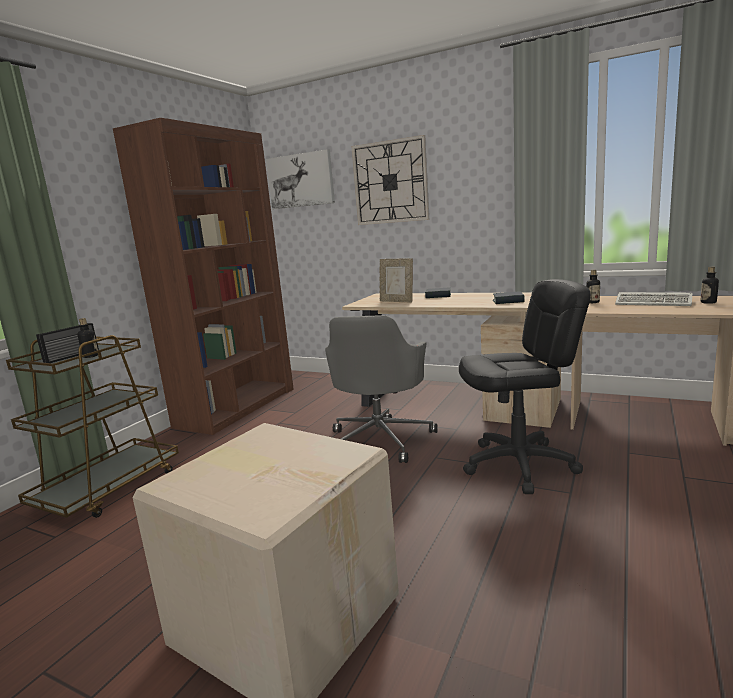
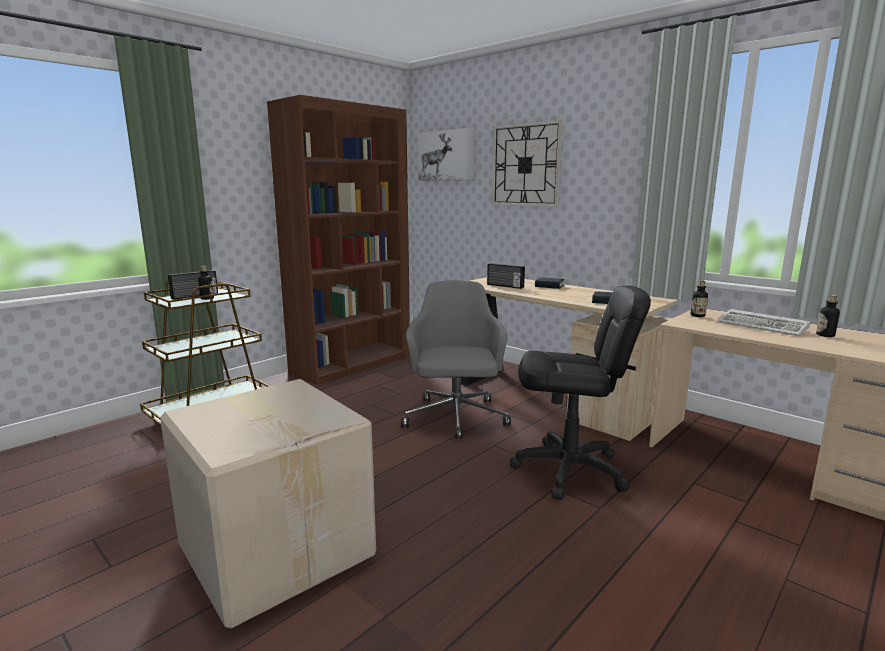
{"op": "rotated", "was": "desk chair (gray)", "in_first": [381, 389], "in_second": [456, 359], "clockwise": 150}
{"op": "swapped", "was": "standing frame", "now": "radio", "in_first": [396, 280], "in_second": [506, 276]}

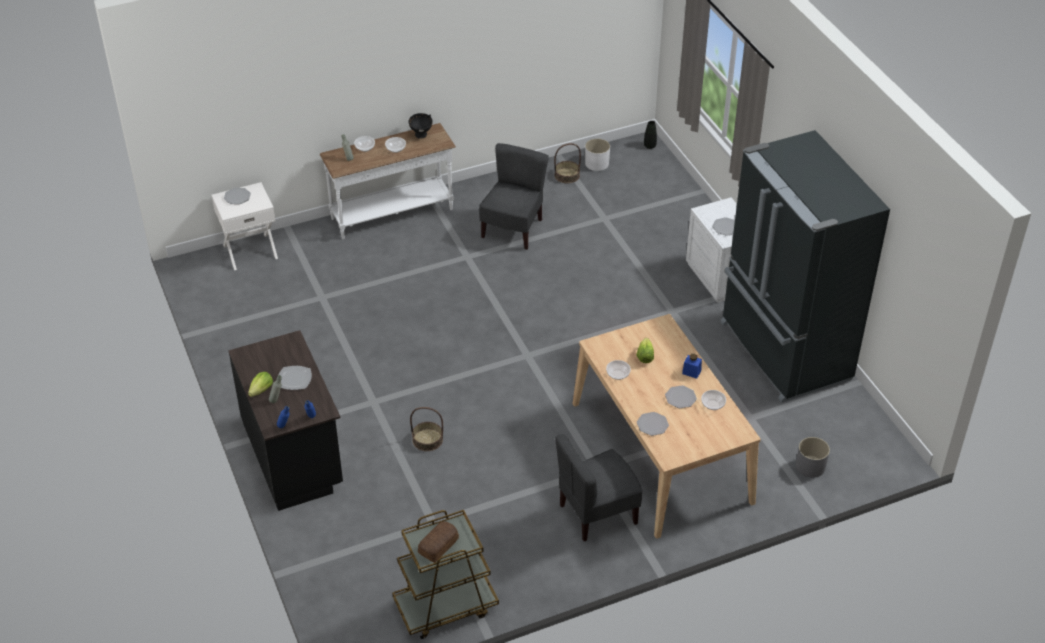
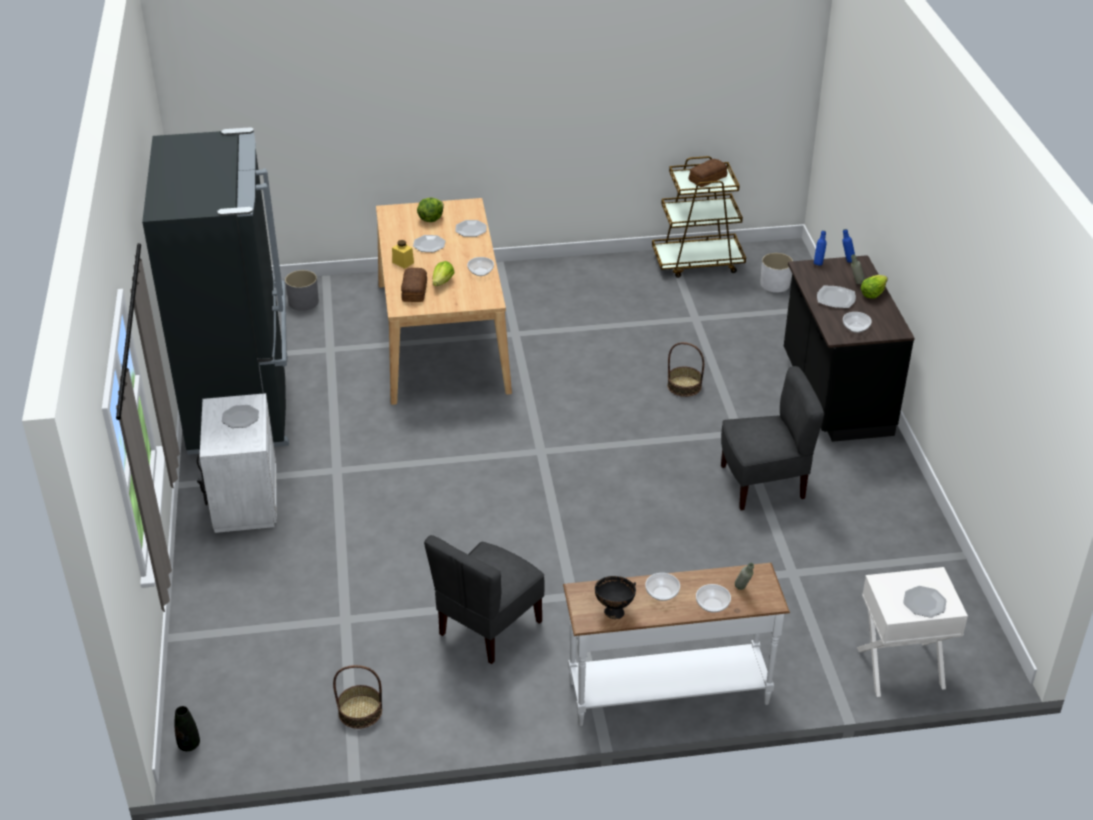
{"op": "shifted", "was": "chair (gray)", "in_first": [598, 487], "in_second": [772, 438]}
{"op": "shifted", "was": "plant pot (whitish)", "in_first": [597, 155], "in_second": [776, 273]}
{"op": "repainted", "was": "preserve jar (bluish)", "now": "preserve jar (yellow-coloured)", "in_first": [692, 366], "in_second": [403, 254]}
{"op": "shifted", "was": "bowl", "in_first": [713, 400], "in_second": [857, 322]}
{"op": "new", "now": "bread", "in_second": [414, 285]}
{"op": "new", "now": "lettuce", "in_second": [430, 209]}

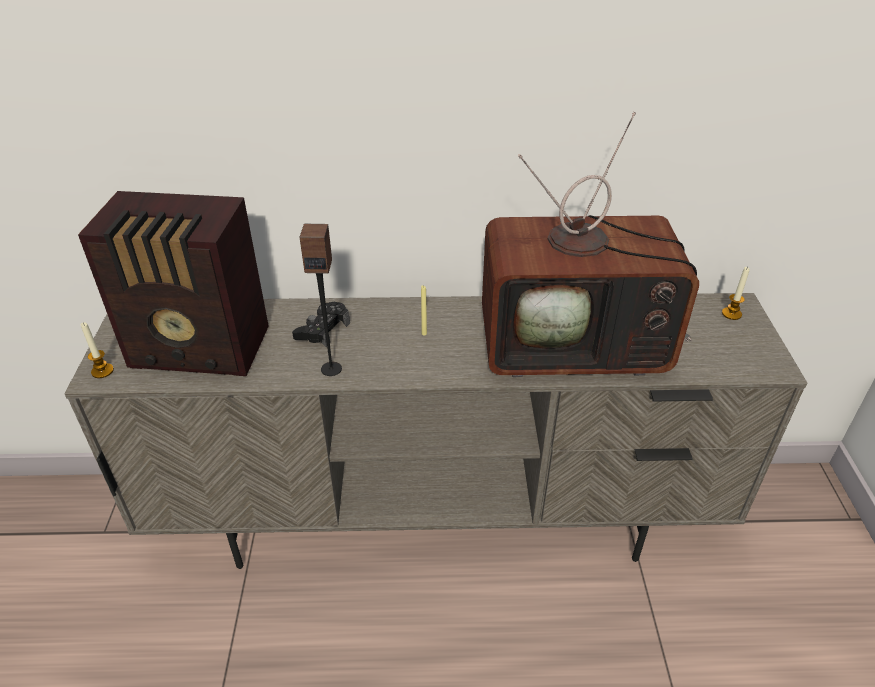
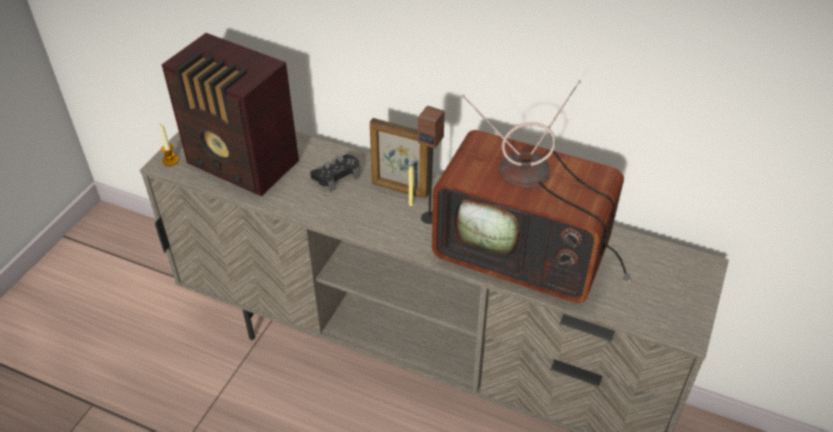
{"op": "shifted", "was": "audio speaker", "in_first": [321, 300], "in_second": [431, 164]}
{"op": "gone", "was": "wax light", "in_first": [736, 293]}
{"op": "new", "now": "standing frame", "in_second": [399, 158]}

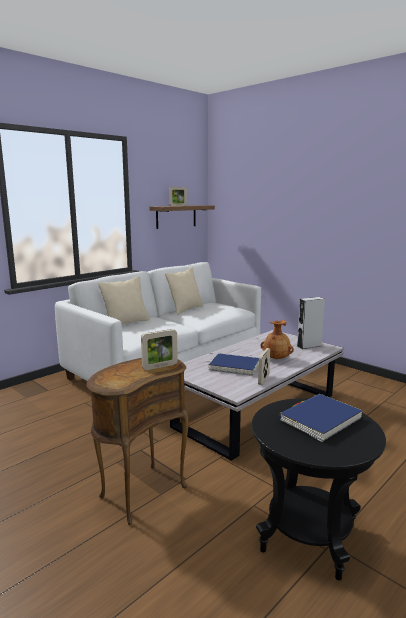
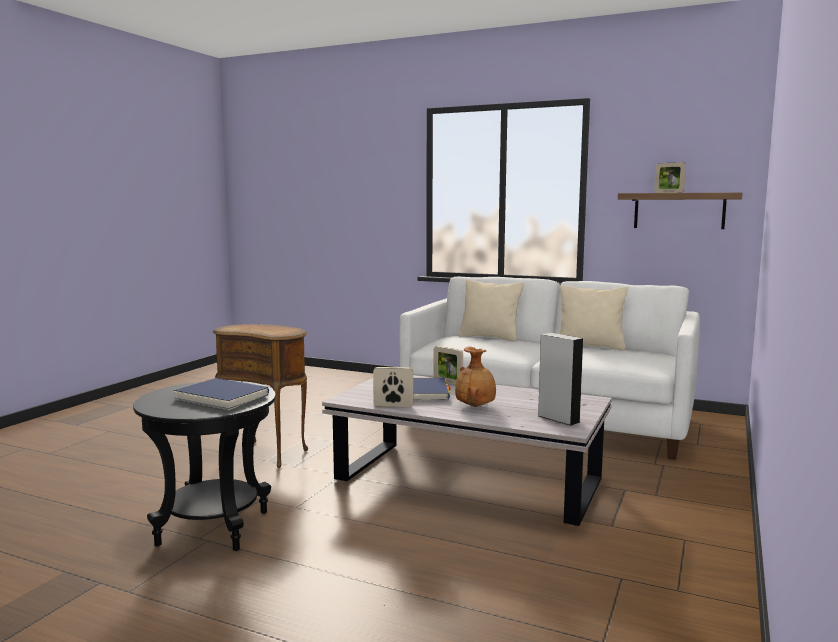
{"op": "shifted", "was": "standing frame", "in_first": [159, 349], "in_second": [448, 365]}

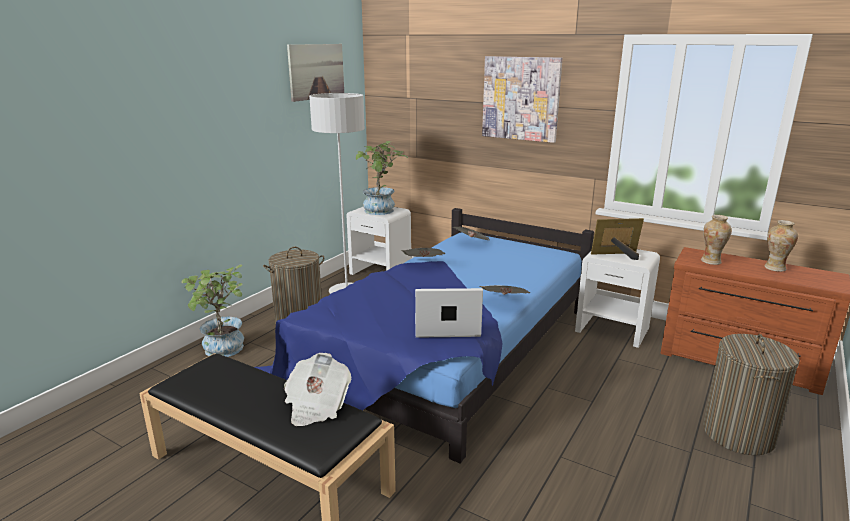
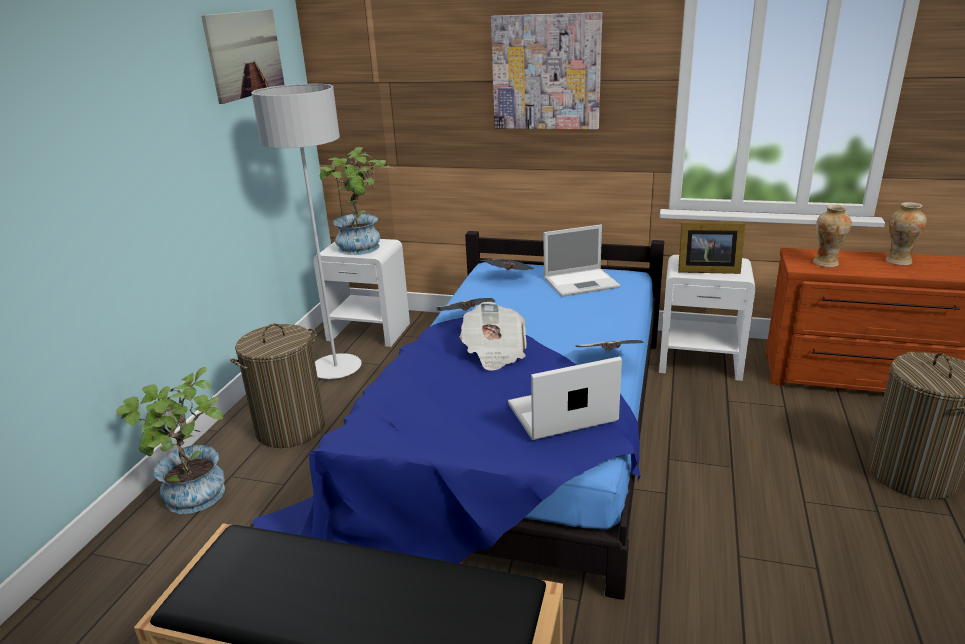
{"op": "shifted", "was": "printed paper", "in_first": [318, 389], "in_second": [493, 336]}
{"op": "rotated", "was": "standing frame", "in_first": [617, 239], "in_second": [711, 248], "clockwise": -150}
{"op": "new", "now": "portable computer", "in_second": [582, 260]}

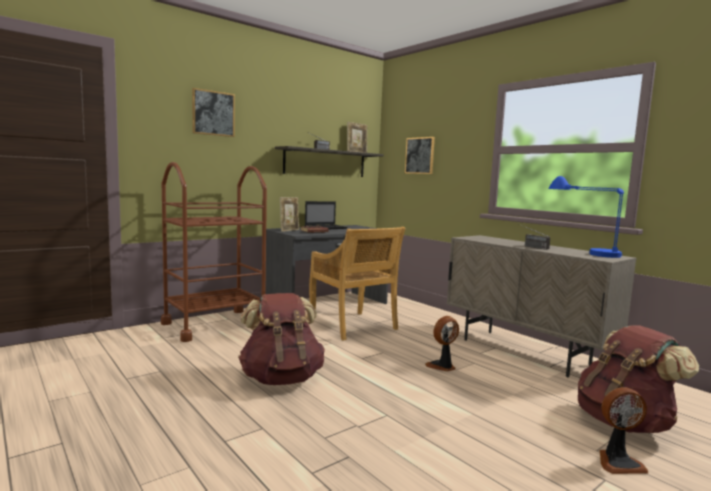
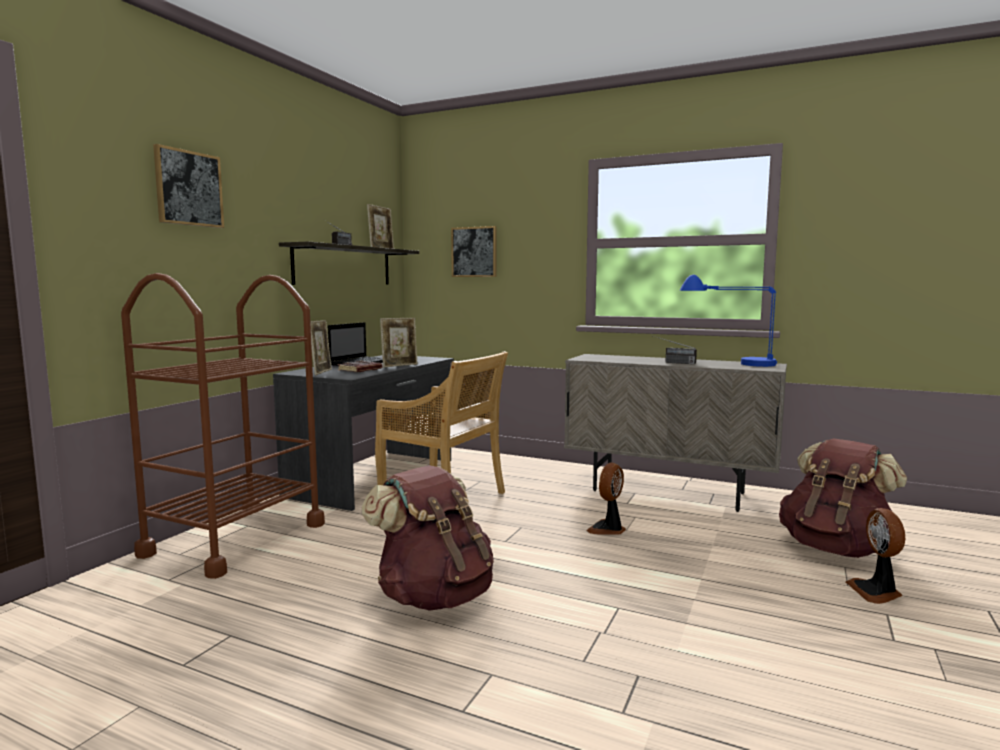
{"op": "rotated", "was": "fan", "in_first": [623, 430], "in_second": [875, 556], "clockwise": 120}
{"op": "new", "now": "standing frame", "in_second": [398, 342]}

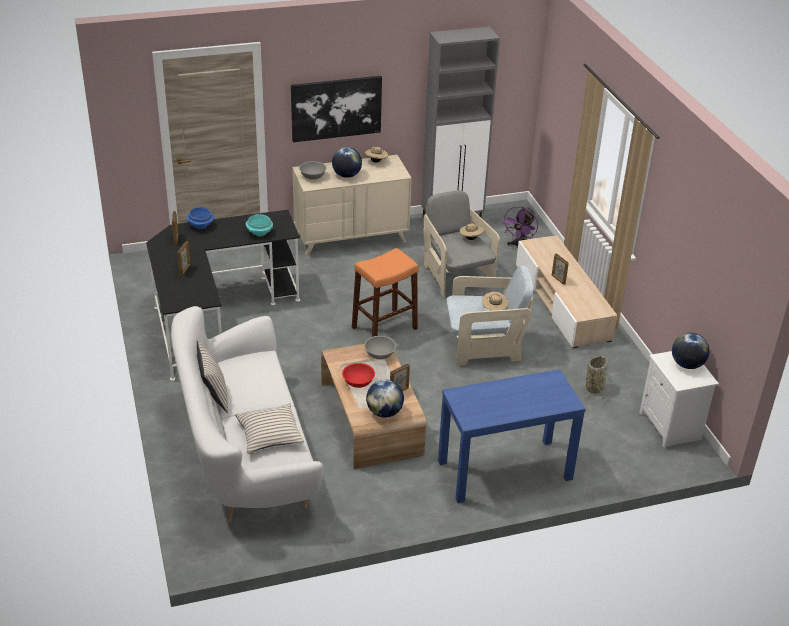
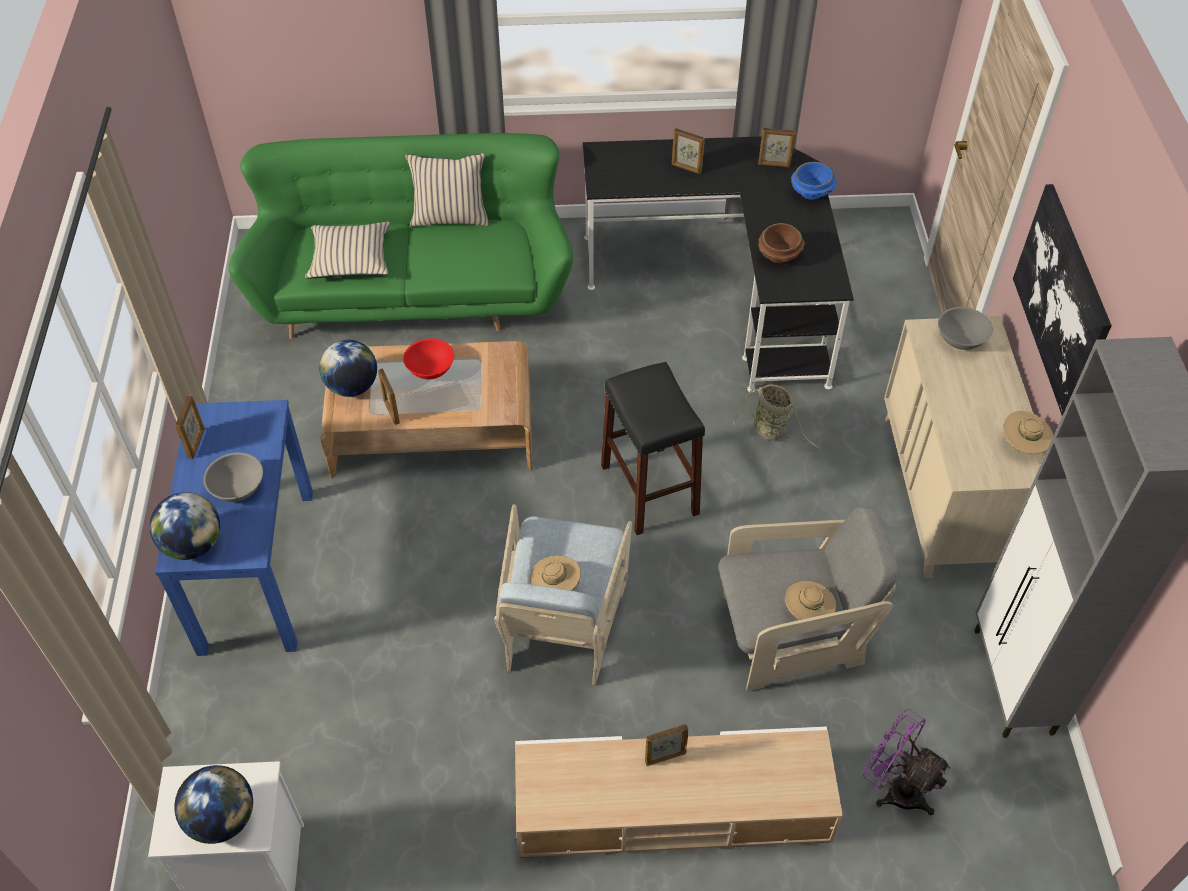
{"op": "repainted", "was": "settee (whitish)", "now": "settee (green)", "in_first": [247, 414], "in_second": [401, 236]}
{"op": "repainted", "was": "bowl (turquoise-coloured)", "now": "bowl (brown-coloured)", "in_first": [259, 225], "in_second": [781, 243]}
{"op": "shifted", "was": "globe", "in_first": [347, 162], "in_second": [184, 526]}
{"op": "repainted", "was": "stool seat (orangey)", "now": "stool seat (black)", "in_first": [385, 292], "in_second": [653, 448]}
{"op": "shifted", "was": "bowl (gray)", "in_first": [380, 347], "in_second": [233, 477]}
{"op": "shifted", "was": "basket", "in_first": [597, 378], "in_second": [776, 416]}
{"op": "new", "now": "standing frame", "in_second": [190, 427]}

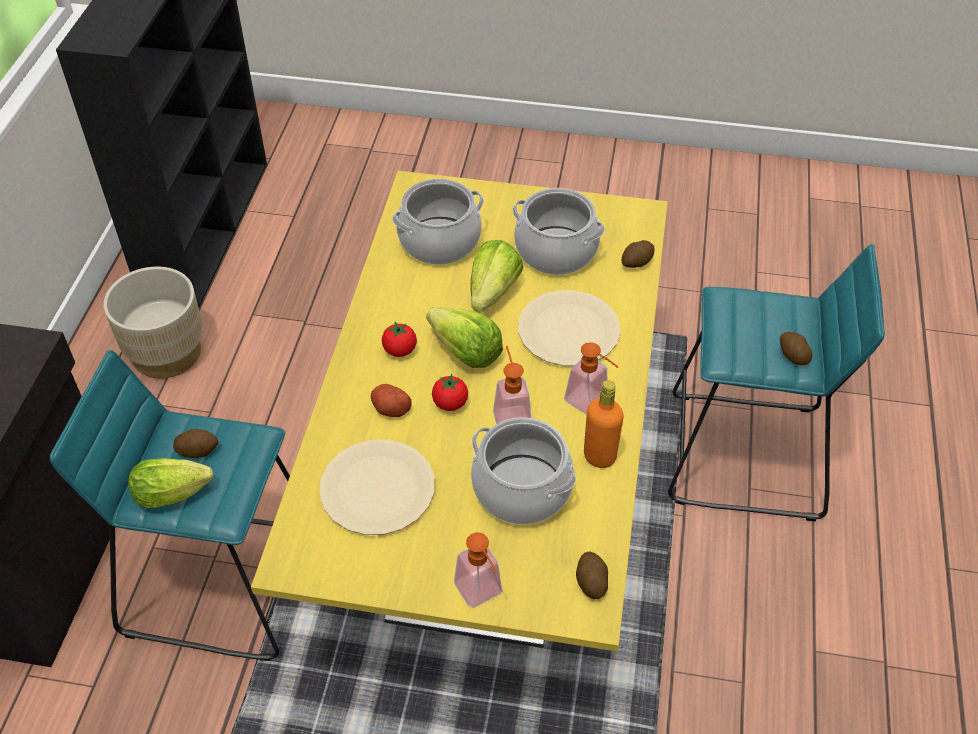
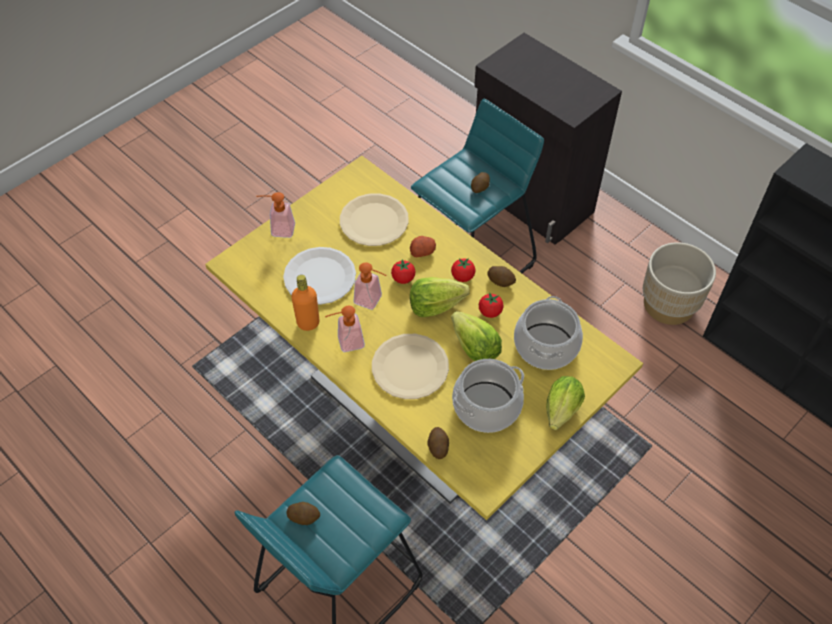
{"op": "shifted", "was": "lettuce", "in_first": [170, 483], "in_second": [565, 403]}
{"op": "swapped", "was": "saucepot", "now": "plate (whitish)", "in_first": [523, 471], "in_second": [319, 276]}
{"op": "shifted", "was": "whole potato", "in_first": [592, 575], "in_second": [501, 276]}
{"op": "new", "now": "fresh tomato", "in_second": [491, 305]}

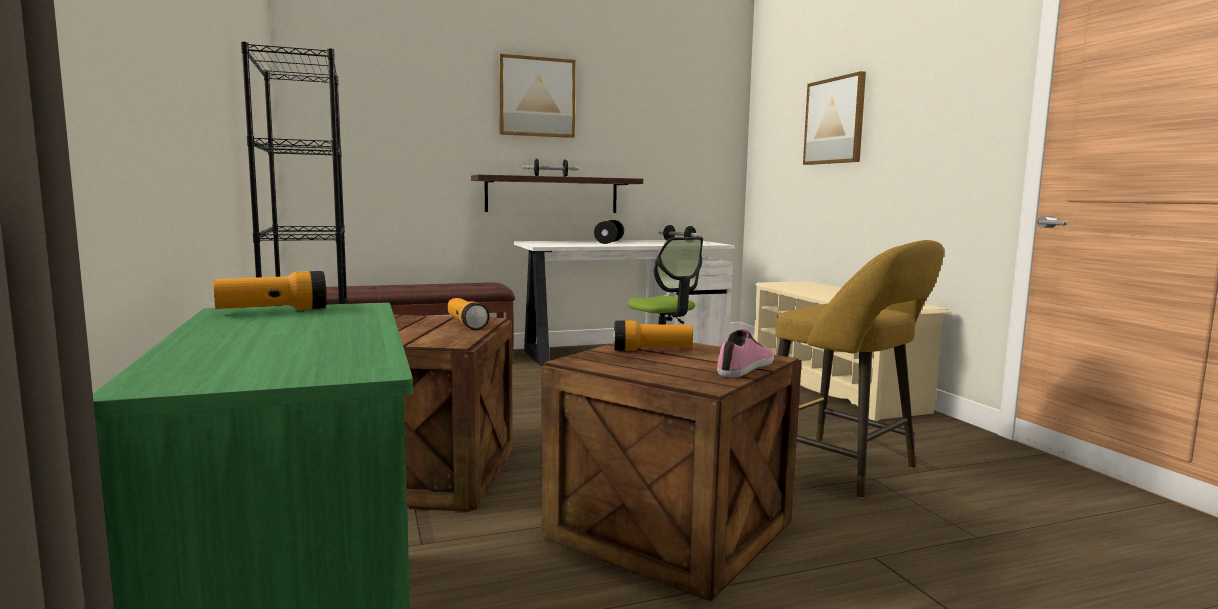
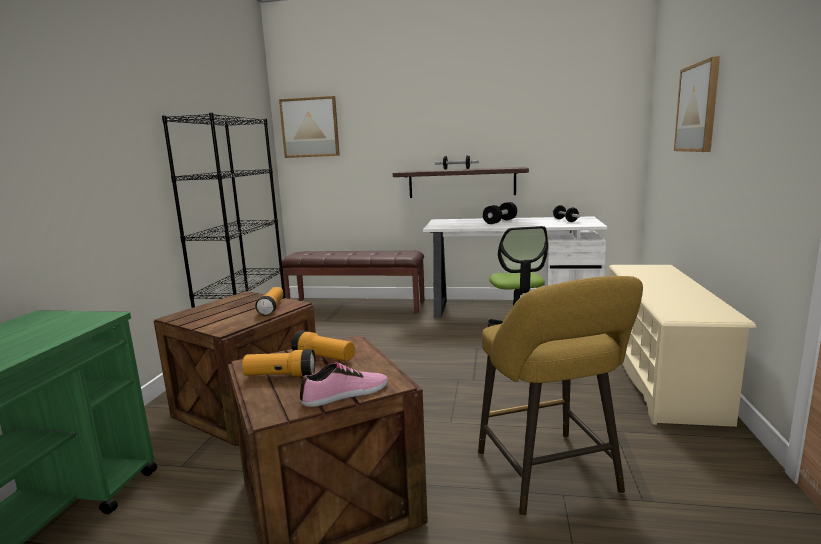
{"op": "shifted", "was": "torch", "in_first": [270, 290], "in_second": [279, 363]}
{"op": "shifted", "was": "picture", "in_first": [537, 96], "in_second": [309, 127]}

